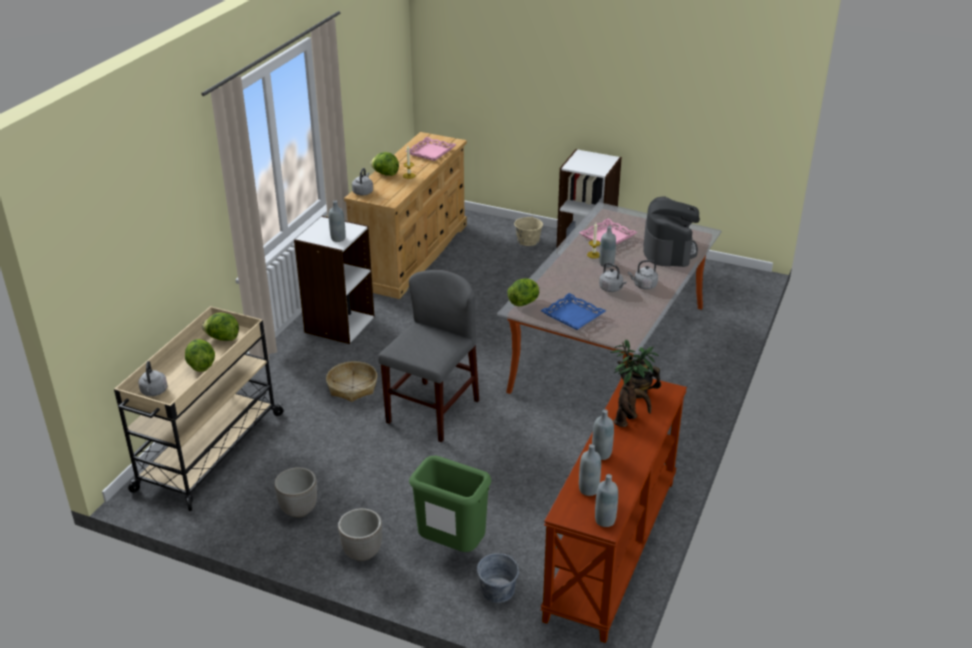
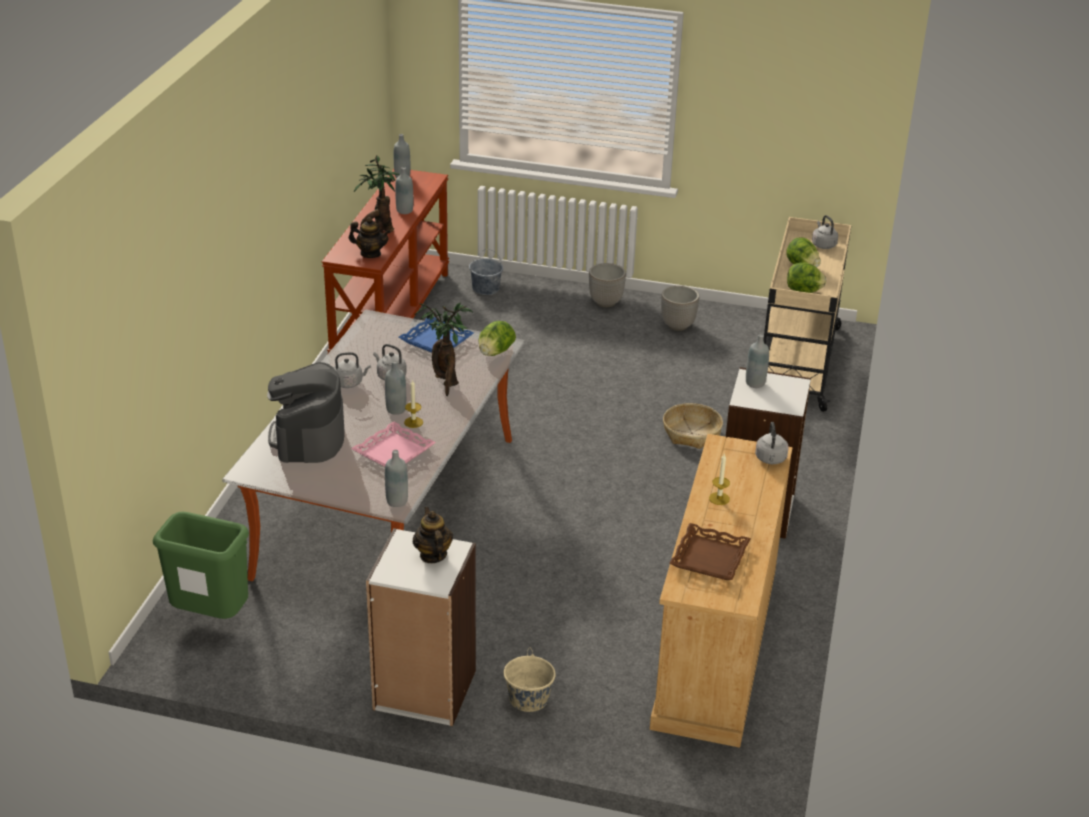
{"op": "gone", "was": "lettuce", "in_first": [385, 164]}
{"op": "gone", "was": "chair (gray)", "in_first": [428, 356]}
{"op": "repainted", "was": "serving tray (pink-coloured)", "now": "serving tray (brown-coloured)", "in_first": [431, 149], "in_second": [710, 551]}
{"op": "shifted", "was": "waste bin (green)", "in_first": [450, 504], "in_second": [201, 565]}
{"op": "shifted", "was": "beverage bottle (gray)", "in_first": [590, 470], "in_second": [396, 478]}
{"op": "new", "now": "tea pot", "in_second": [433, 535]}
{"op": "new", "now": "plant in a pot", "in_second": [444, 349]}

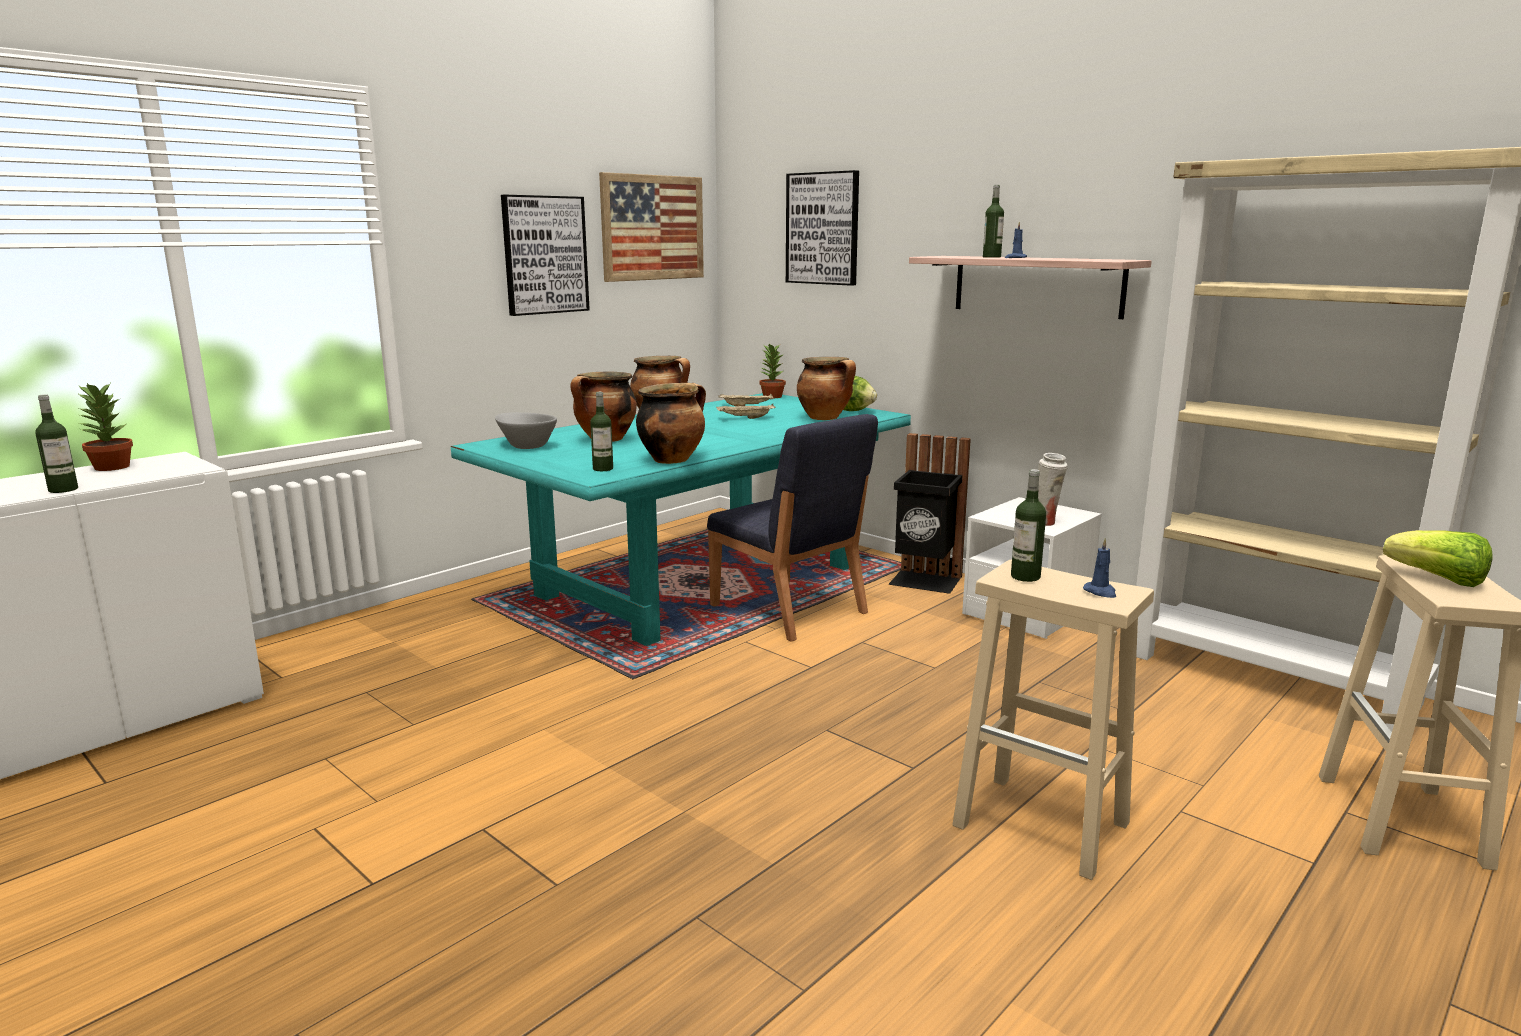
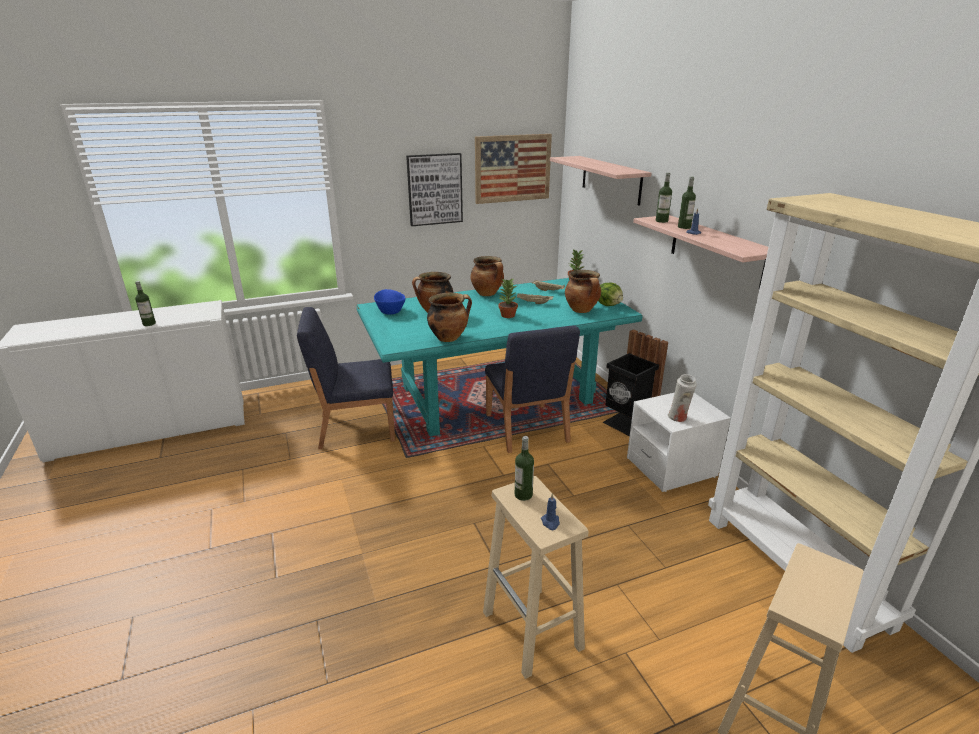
{"op": "shifted", "was": "plant in a pot", "in_first": [105, 427], "in_second": [508, 298]}
{"op": "repainted", "was": "bowl (gray)", "now": "bowl (bluish)", "in_first": [526, 430], "in_second": [390, 302]}
{"op": "shifted", "was": "beverage bottle", "in_first": [601, 431], "in_second": [664, 197]}
{"op": "swapped", "was": "picture", "now": "bracket shelf", "in_first": [822, 228], "in_second": [600, 180]}
{"op": "gone", "was": "lettuce", "in_first": [1438, 558]}
{"op": "new", "now": "chair (bluish)", "in_second": [346, 378]}

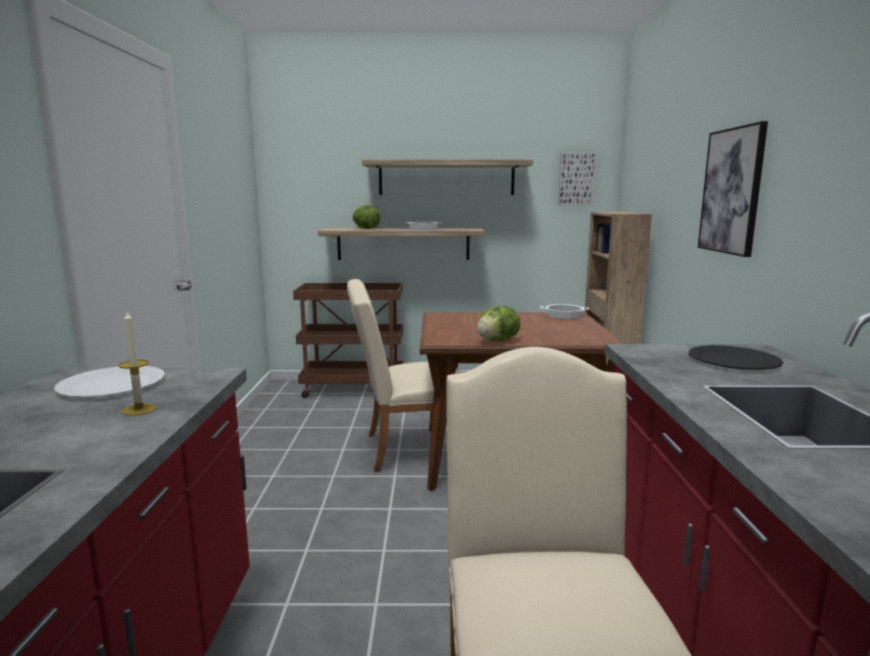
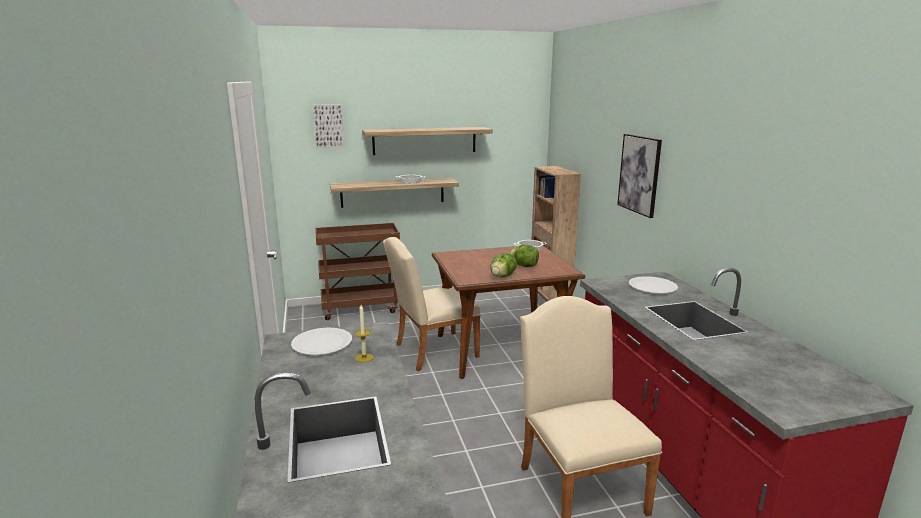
{"op": "shifted", "was": "lettuce", "in_first": [366, 217], "in_second": [524, 256]}
{"op": "shifted", "was": "picture", "in_first": [577, 179], "in_second": [328, 126]}
{"op": "repainted", "was": "plate (black)", "now": "plate (whitish)", "in_first": [736, 357], "in_second": [653, 285]}

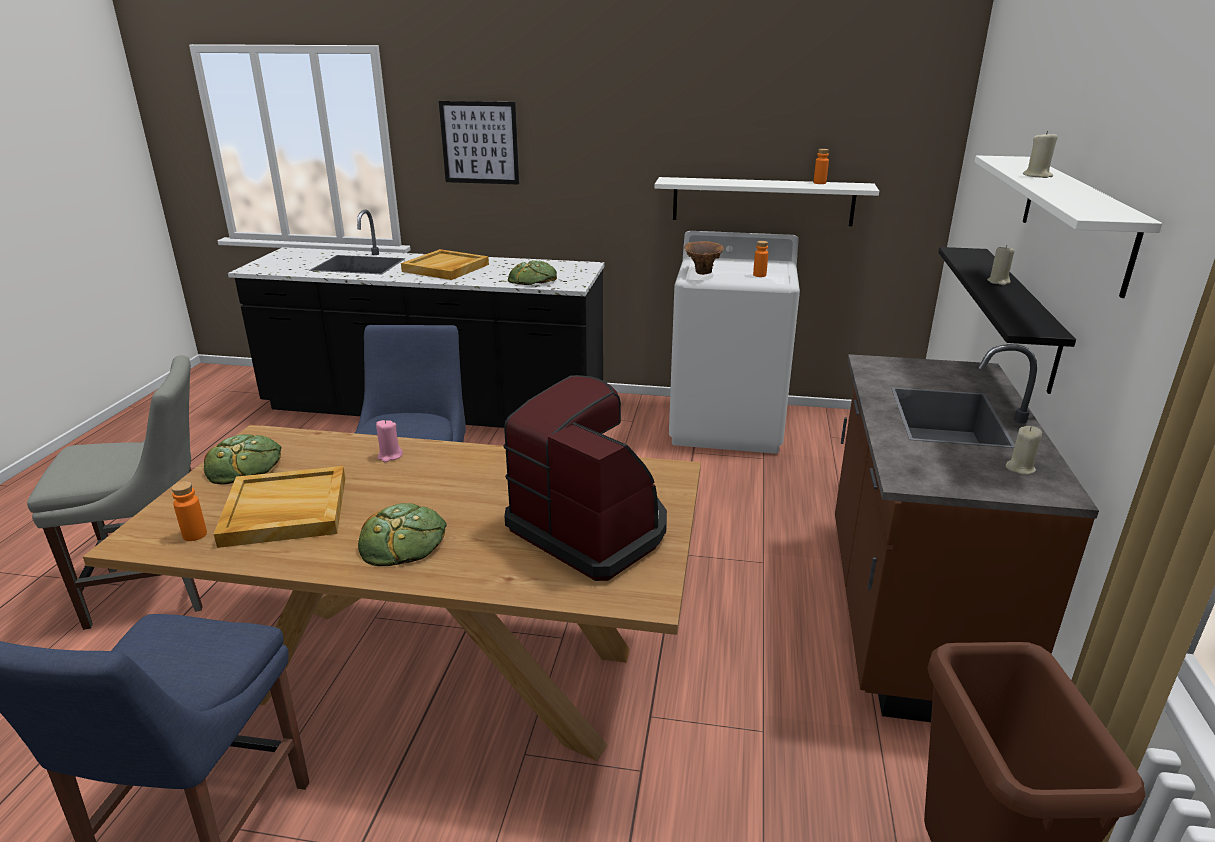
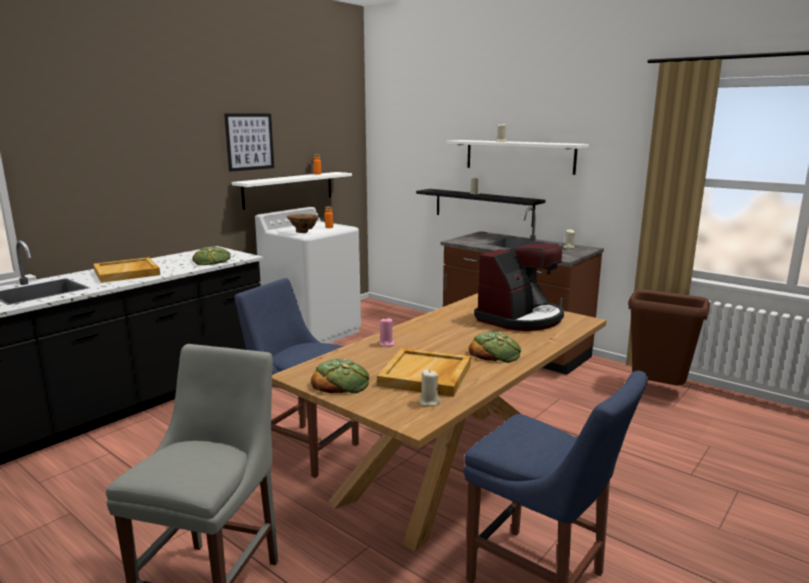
{"op": "swapped", "was": "beverage bottle (orangey)", "now": "wax light (beige-coloured)", "in_first": [189, 511], "in_second": [429, 388]}
{"op": "shifted", "was": "picture", "in_first": [479, 143], "in_second": [249, 143]}
{"op": "rotated", "was": "coffee maker", "in_first": [585, 478], "in_second": [519, 287], "clockwise": 150}

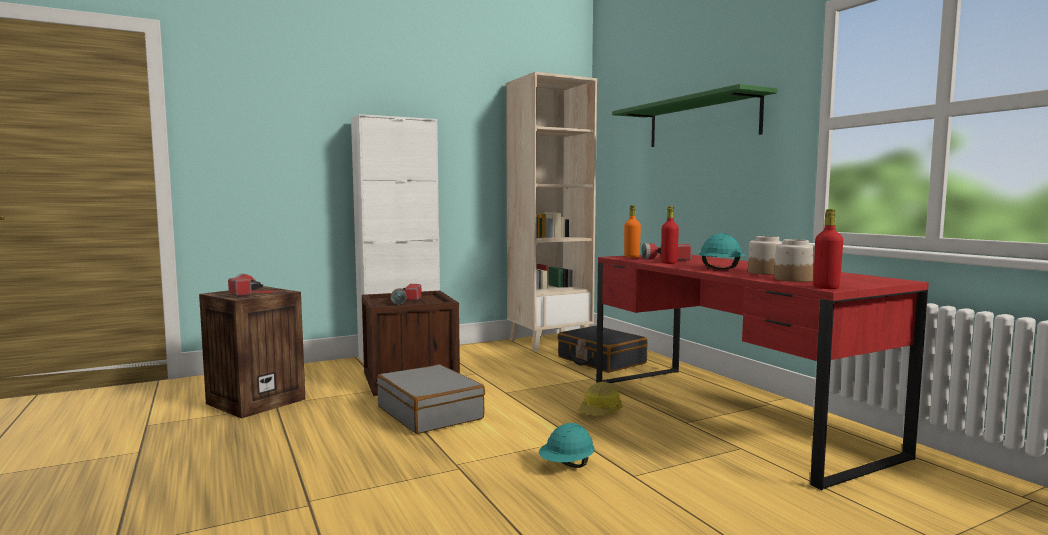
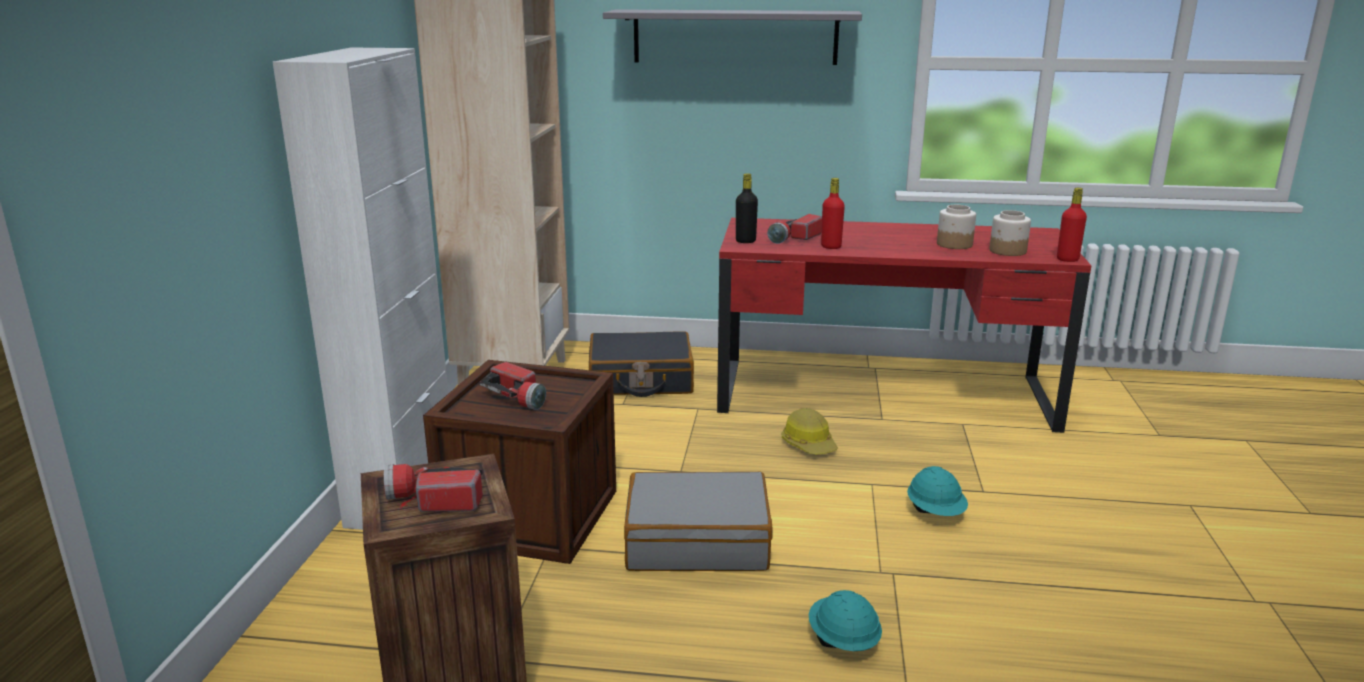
{"op": "repainted", "was": "bracket shelf (green)", "now": "bracket shelf (gray)", "in_first": [694, 115], "in_second": [732, 37]}
{"op": "repainted", "was": "beverage bottle (orangey)", "now": "beverage bottle (black)", "in_first": [632, 231], "in_second": [747, 208]}
{"op": "shifted", "was": "hard hat (turquoise-coloured)", "in_first": [722, 251], "in_second": [845, 620]}

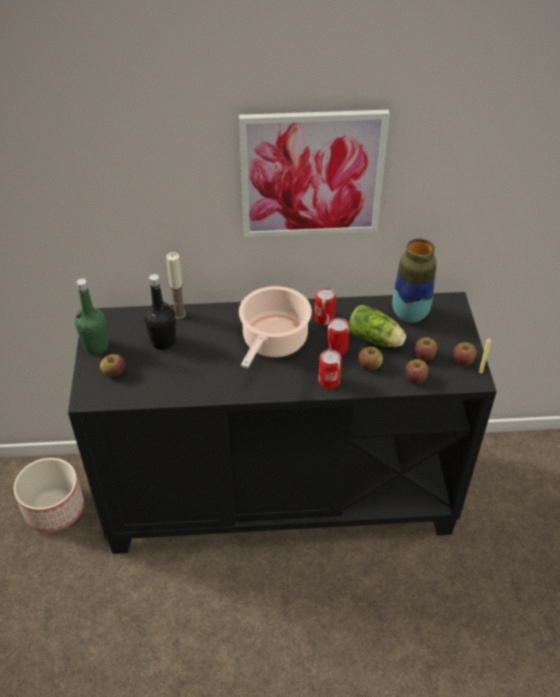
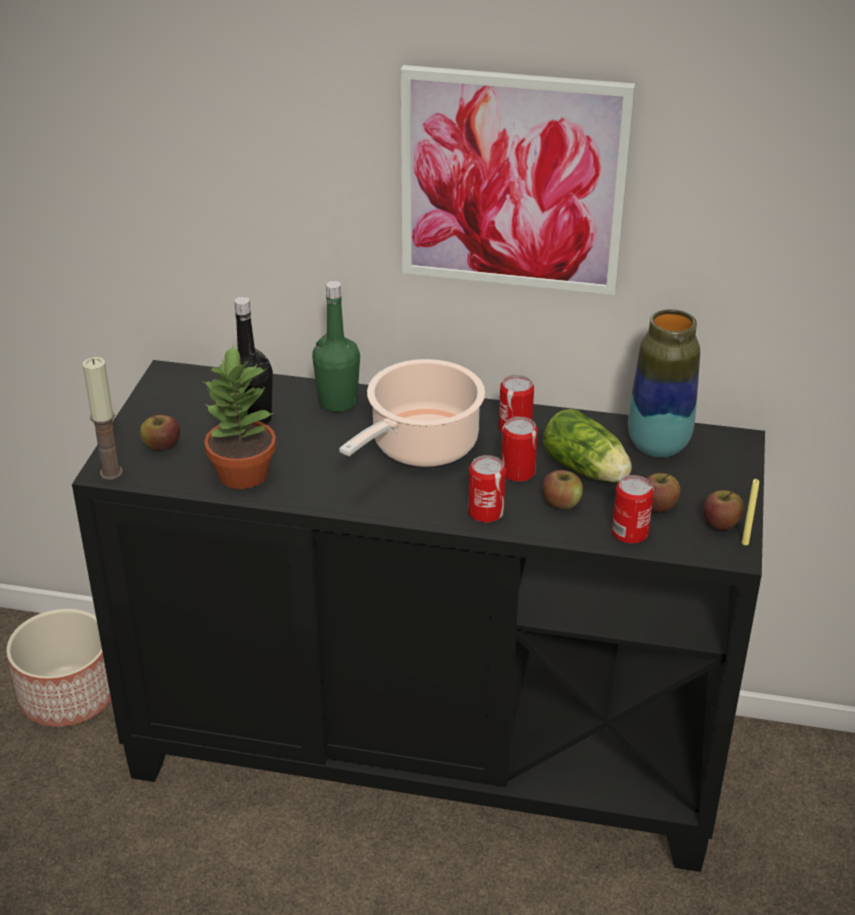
{"op": "shifted", "was": "beverage bottle (green)", "in_first": [92, 316], "in_second": [336, 346]}
{"op": "shifted", "was": "wax light", "in_first": [176, 285], "in_second": [103, 418]}
{"op": "swapped", "was": "apple", "now": "sealed can", "in_first": [416, 371], "in_second": [633, 509]}
{"op": "new", "now": "plant in a pot", "in_second": [239, 417]}

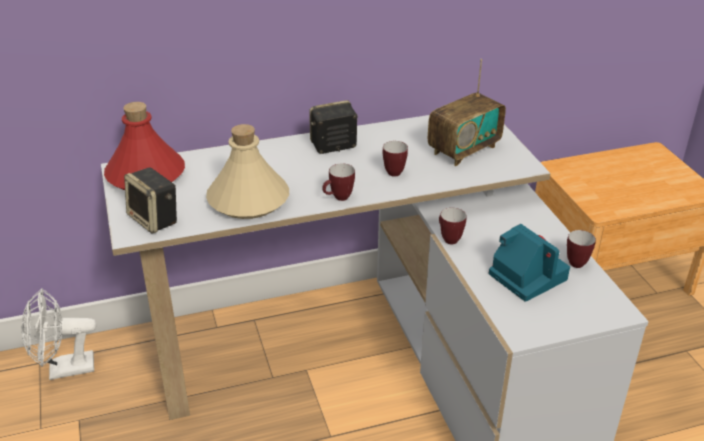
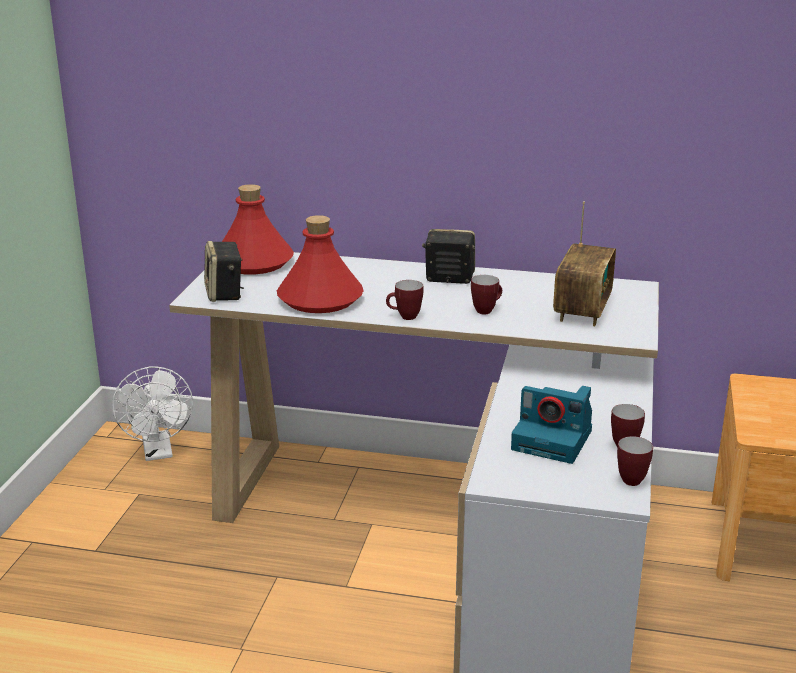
{"op": "rotated", "was": "fan (whitish)", "in_first": [59, 334], "in_second": [152, 414], "clockwise": -120}
{"op": "repainted", "was": "beverage bottle (beige-coloured)", "now": "beverage bottle (red)", "in_first": [247, 171], "in_second": [320, 264]}
{"op": "rotated", "was": "radio", "in_first": [467, 112], "in_second": [584, 264], "clockwise": -60}
{"op": "shifted", "was": "tea mug", "in_first": [453, 226], "in_second": [635, 461]}
{"op": "rotated", "was": "photo camera", "in_first": [529, 263], "in_second": [551, 425], "clockwise": 120}

